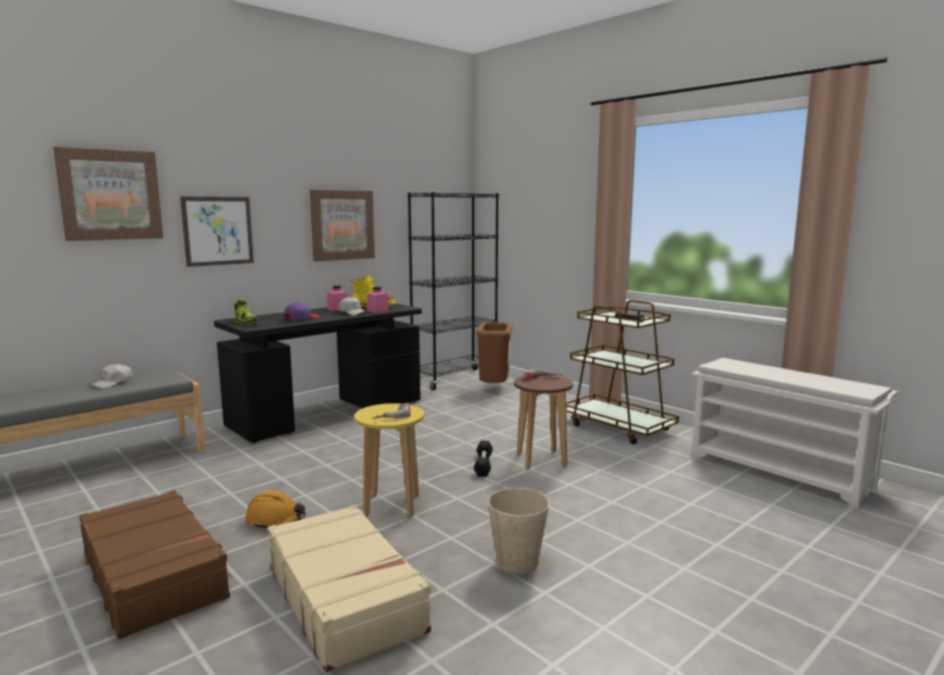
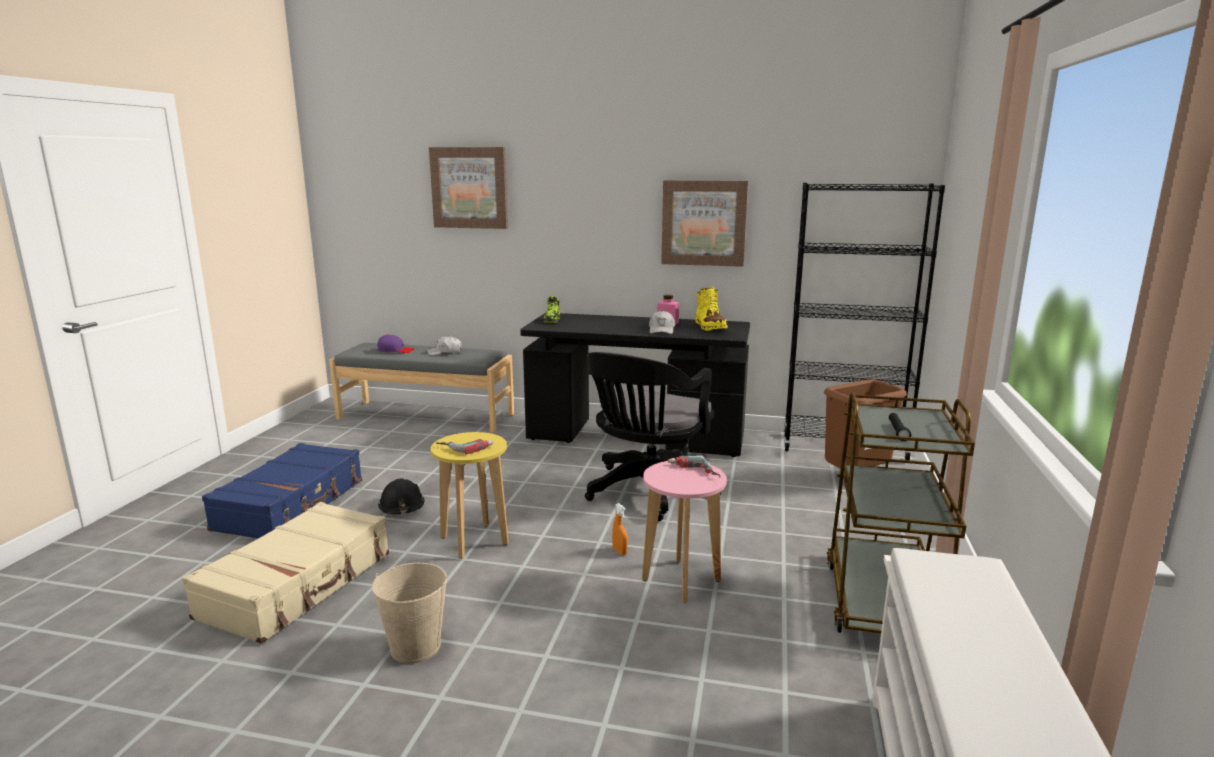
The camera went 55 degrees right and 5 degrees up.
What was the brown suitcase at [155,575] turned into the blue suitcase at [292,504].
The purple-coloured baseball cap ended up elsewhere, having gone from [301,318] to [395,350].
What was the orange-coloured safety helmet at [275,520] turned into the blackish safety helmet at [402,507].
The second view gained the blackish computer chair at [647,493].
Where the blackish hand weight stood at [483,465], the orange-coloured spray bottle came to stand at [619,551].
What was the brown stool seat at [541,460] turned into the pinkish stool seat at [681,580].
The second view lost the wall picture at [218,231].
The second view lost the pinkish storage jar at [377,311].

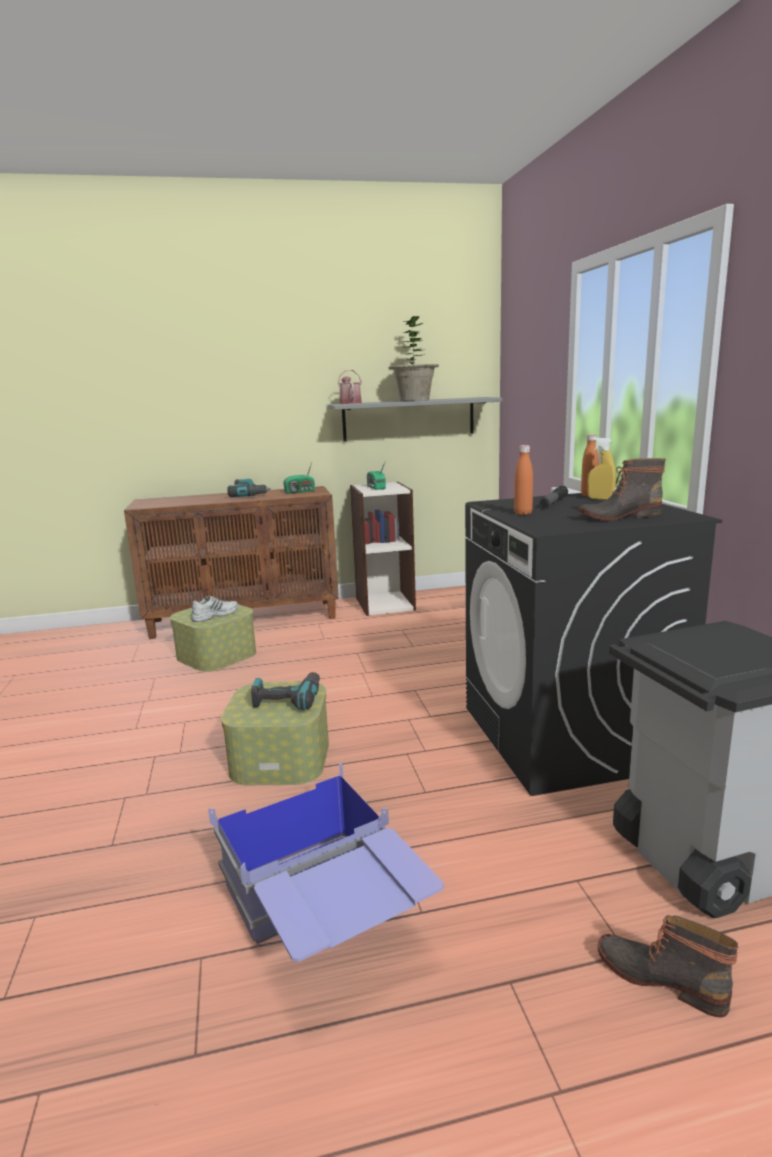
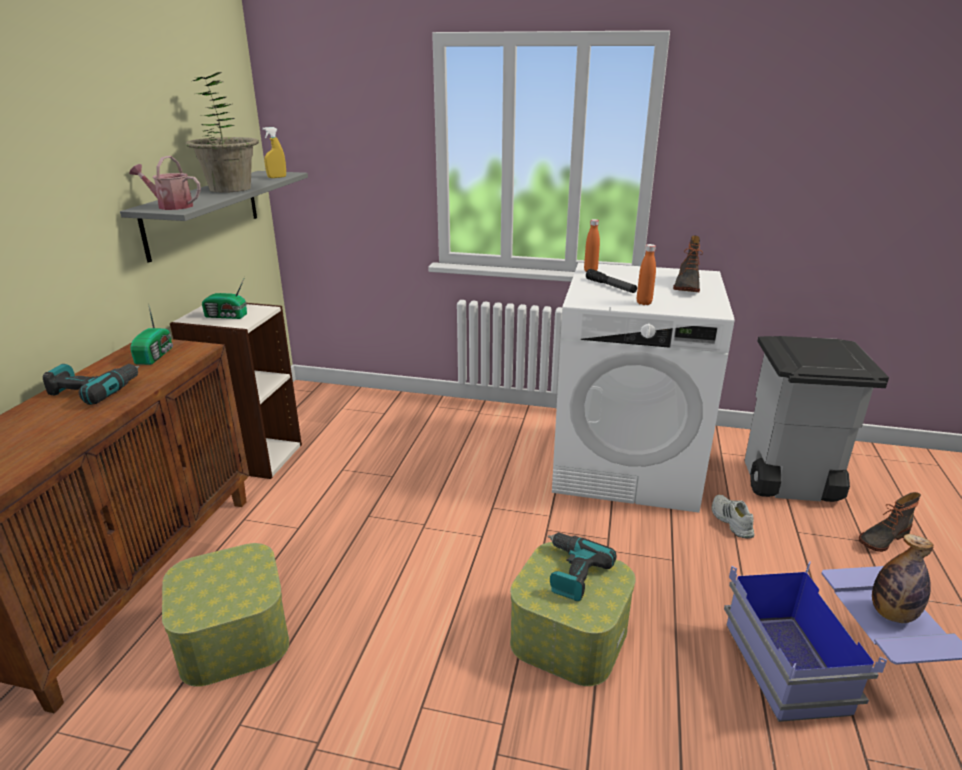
The camera went 65 degrees left and 10 degrees up.
The yellow spray bottle ended up elsewhere, having gone from [600,499] to [277,177].
What was the blackish washing machine at [568,736] turned into the white washing machine at [627,465].
The white shoe ended up elsewhere, having gone from [214,615] to [730,521].
The second view gained the drink bottle at [892,614].

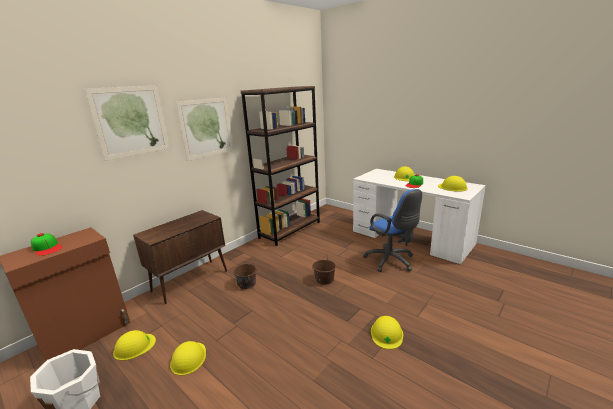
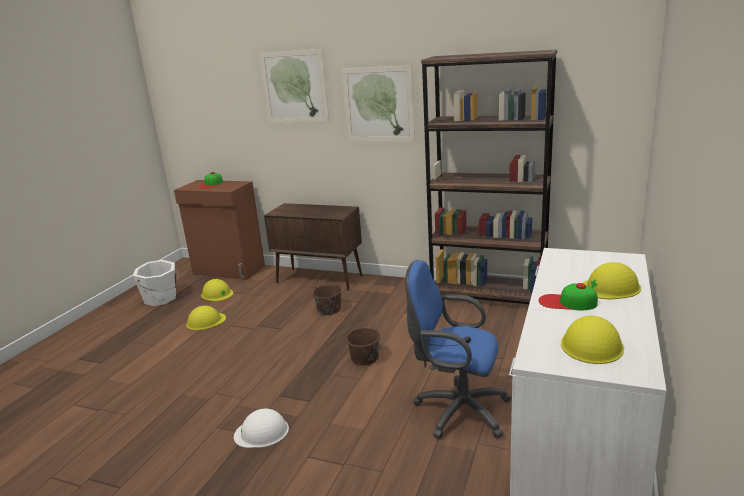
The camera went 70 degrees right and 0 degrees up.
What was the yellow safety helmet at [386,334] turned into the white safety helmet at [262,432].
The blue computer chair at [391,261] ended up facing another way, 75 degrees clockwise from before.

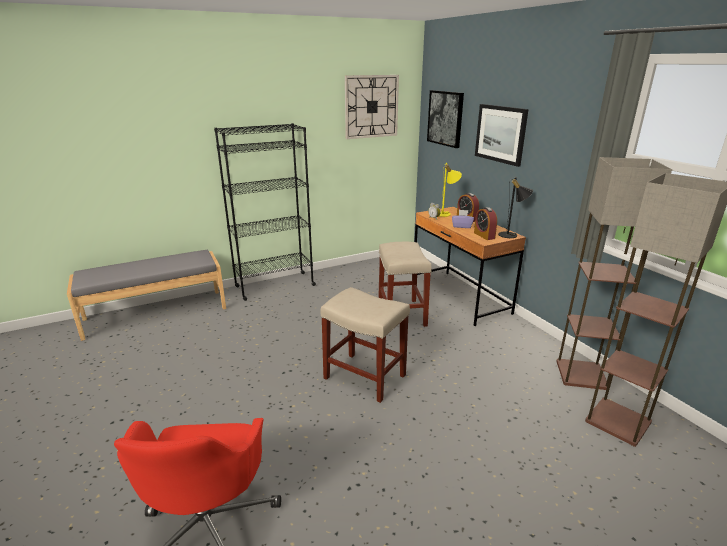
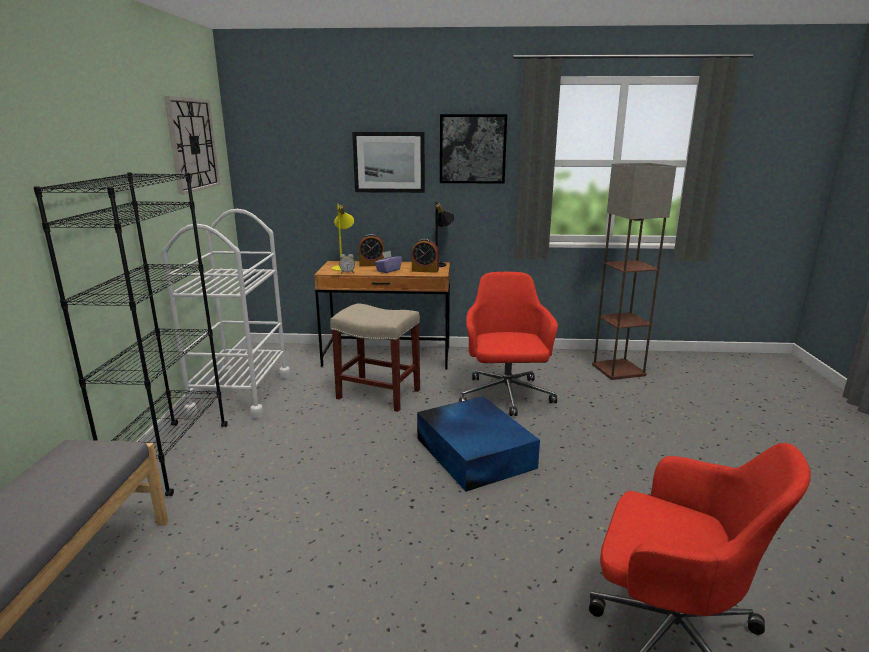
The camera went 60 degrees left and 5 degrees down.
The second view gained the white trolley at [241,394].
Where the beige-coloured stool seat stood at [366,377], the blue storage container came to stand at [474,452].
The wall picture ended up elsewhere, having gone from [445,118] to [472,149].
The second view gained the red computer chair at [506,396].
The second view lost the standing lamp at [582,374].

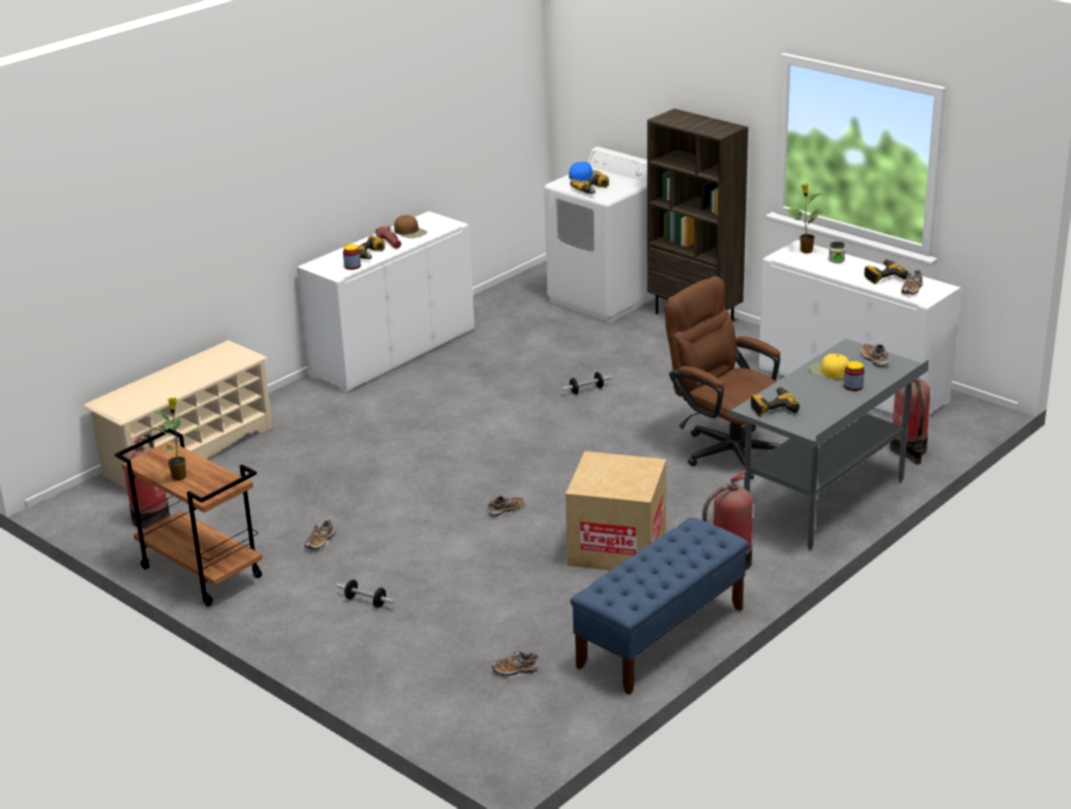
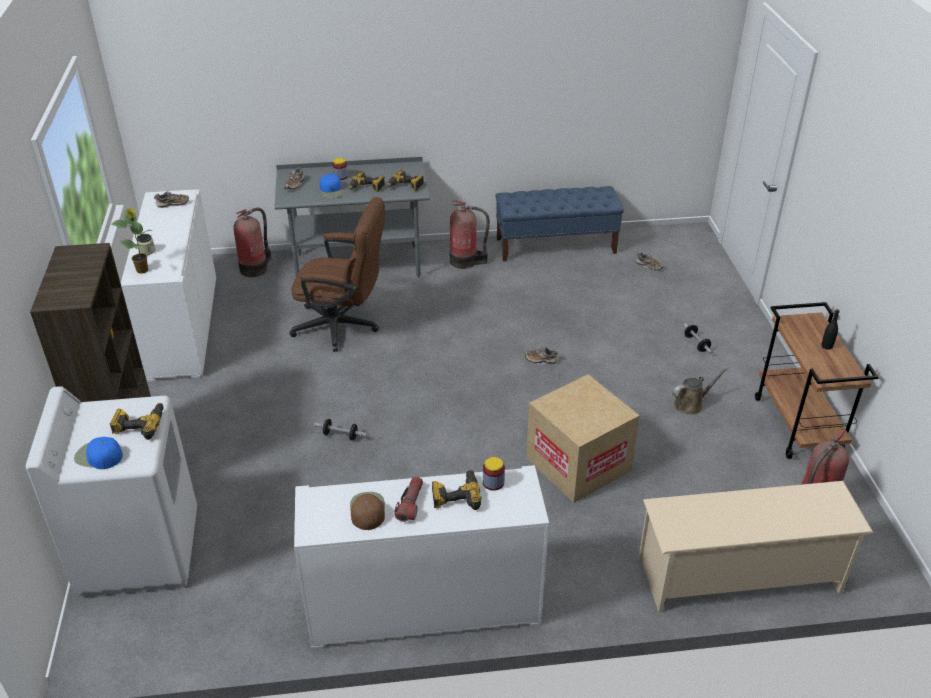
The camera went 140 degrees left and 10 degrees up.
The brown computer chair at [726,448] ended up facing another way, 75 degrees counterclockwise from before.
What was the yellow baseball cap at [829,371] turned into the blue baseball cap at [332,190].
The electric drill ended up elsewhere, having gone from [883,276] to [366,188].
The carton ended up elsewhere, having gone from [617,547] to [578,464].
Where the shoe stood at [320,542], the brown watering can came to stand at [691,404].
Where the plant in a pot stood at [180,476], the blackish drink bottle came to stand at [827,346].

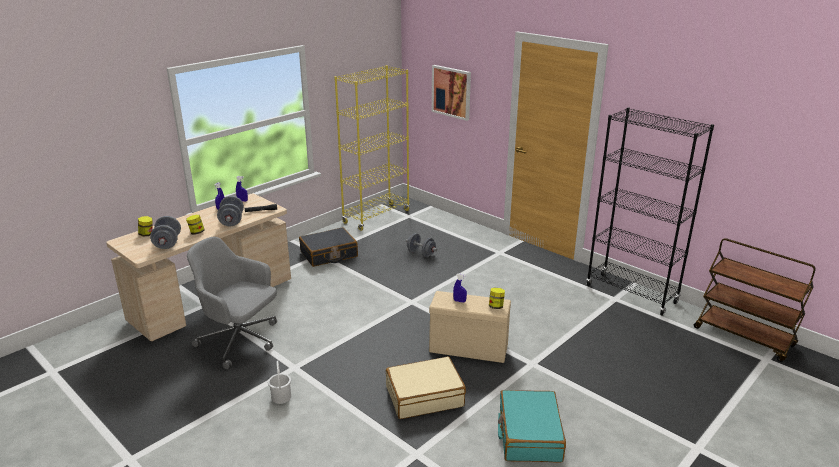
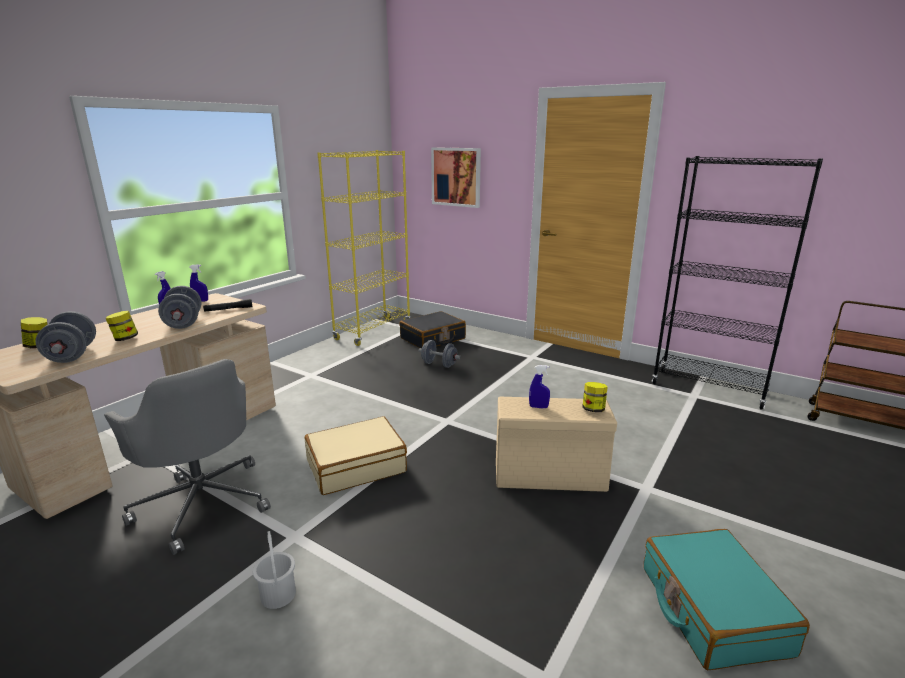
The camera went 10 degrees left and 5 degrees down.
The grey computer chair at [240,341] ended up facing another way, 150 degrees counterclockwise from before.
The beige-coloured suitcase ended up elsewhere, having gone from [424,396] to [356,466].
The blackish suitcase ended up elsewhere, having gone from [329,254] to [433,339].

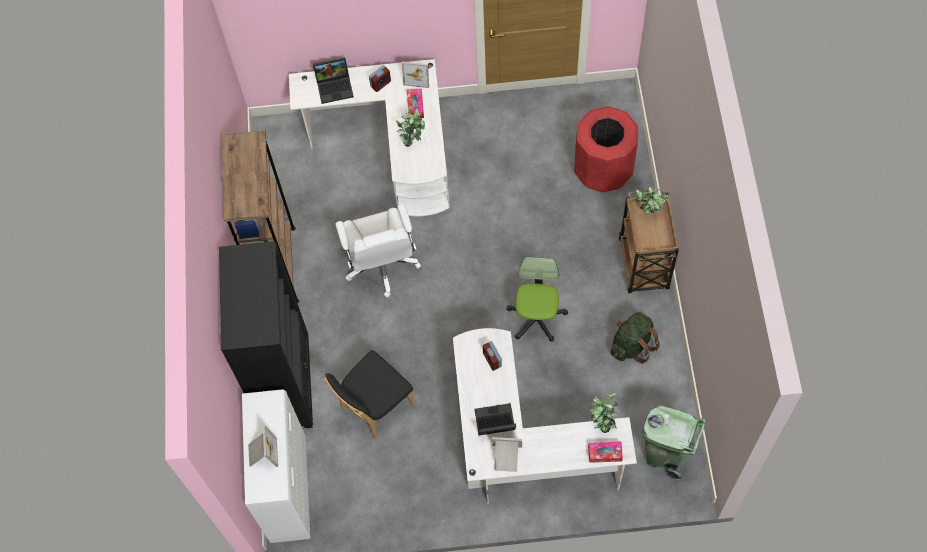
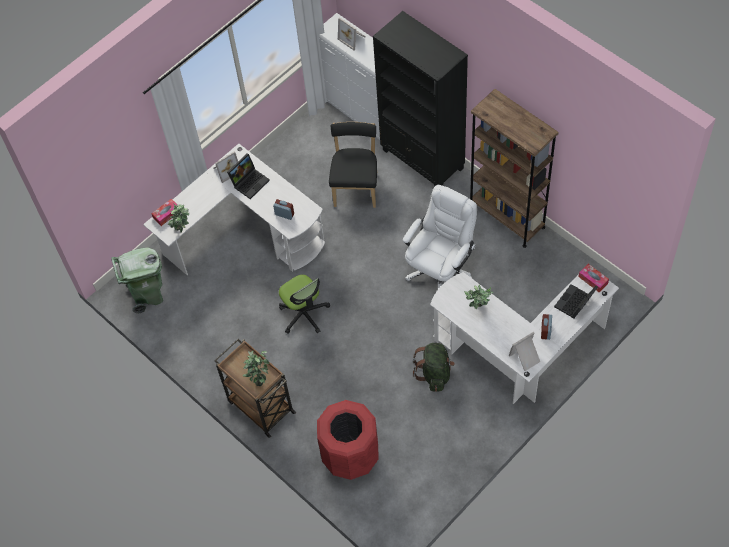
The camera went 140 degrees right and 5 degrees down.
The white computer chair at [382,265] ended up facing another way, 90 degrees clockwise from before.
The greenish backpack ended up elsewhere, having gone from [632,345] to [435,373].
The box of tissues ended up elsewhere, having gone from [415,106] to [593,280].

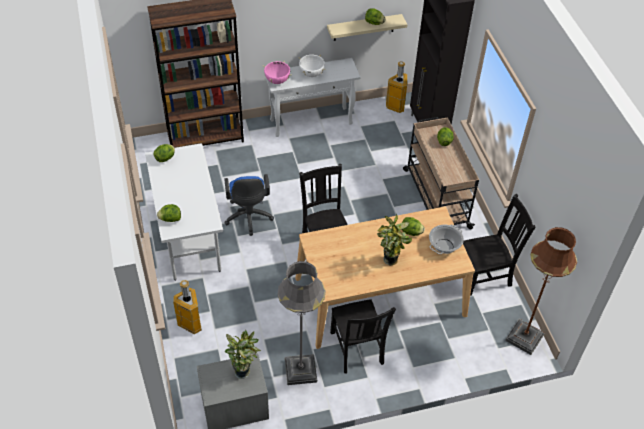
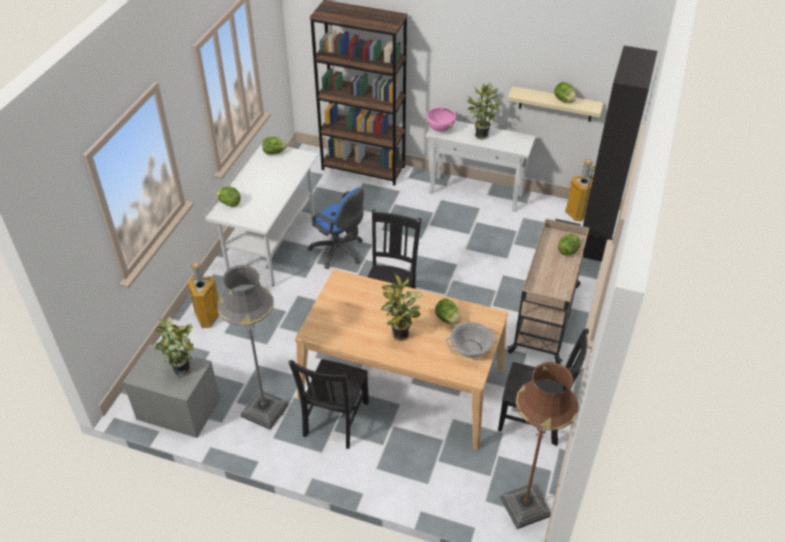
The camera went 35 degrees right and 5 degrees down.
The blue computer chair at [248,218] ended up facing another way, 75 degrees counterclockwise from before.
Where the white cooking pot stood at [311,74], the plant in a pot came to stand at [480,135].

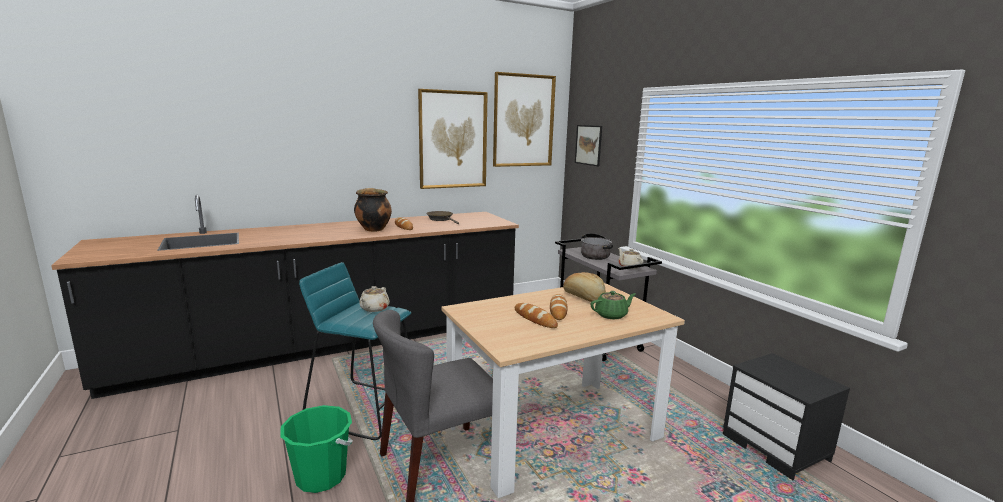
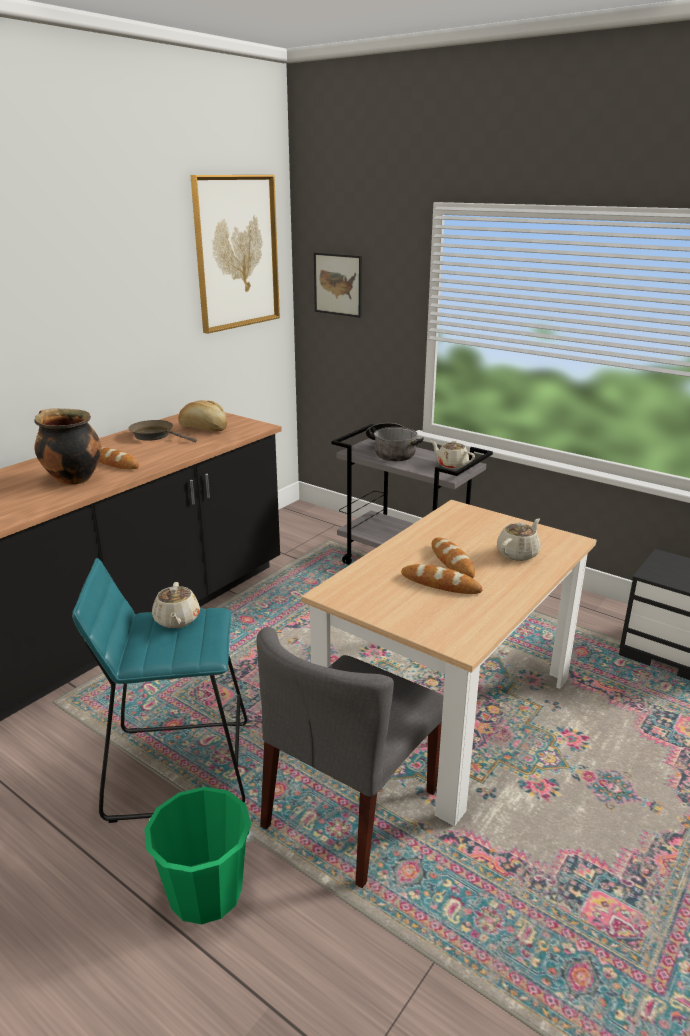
The camera went 25 degrees left and 10 degrees up.
The bread ended up elsewhere, having gone from [584,297] to [204,428].
What was the greenish tea pot at [611,315] turned into the beige-coloured tea pot at [518,553].
The second view lost the wall picture at [453,140].

